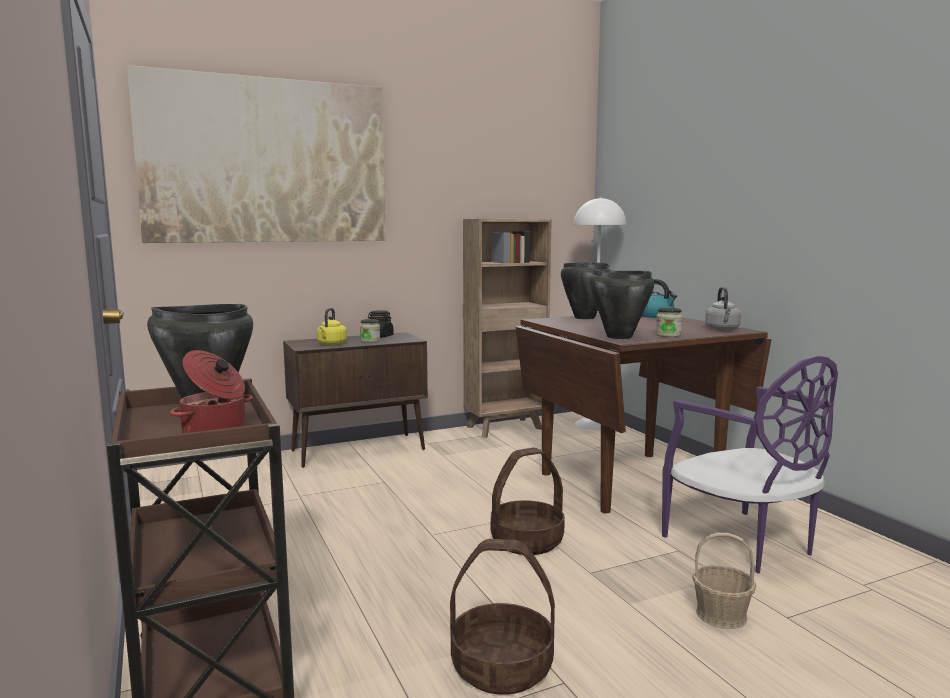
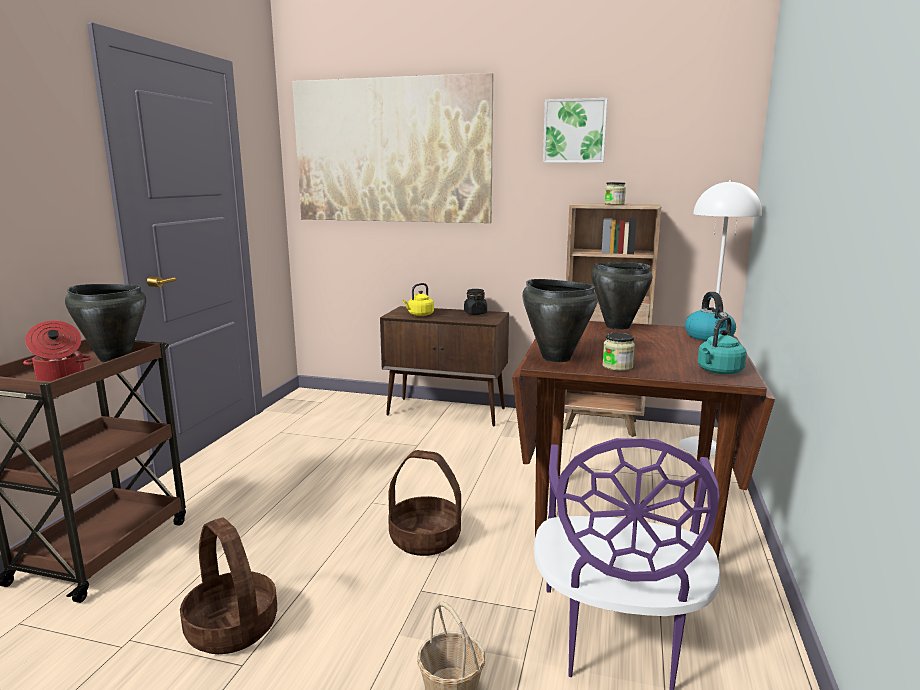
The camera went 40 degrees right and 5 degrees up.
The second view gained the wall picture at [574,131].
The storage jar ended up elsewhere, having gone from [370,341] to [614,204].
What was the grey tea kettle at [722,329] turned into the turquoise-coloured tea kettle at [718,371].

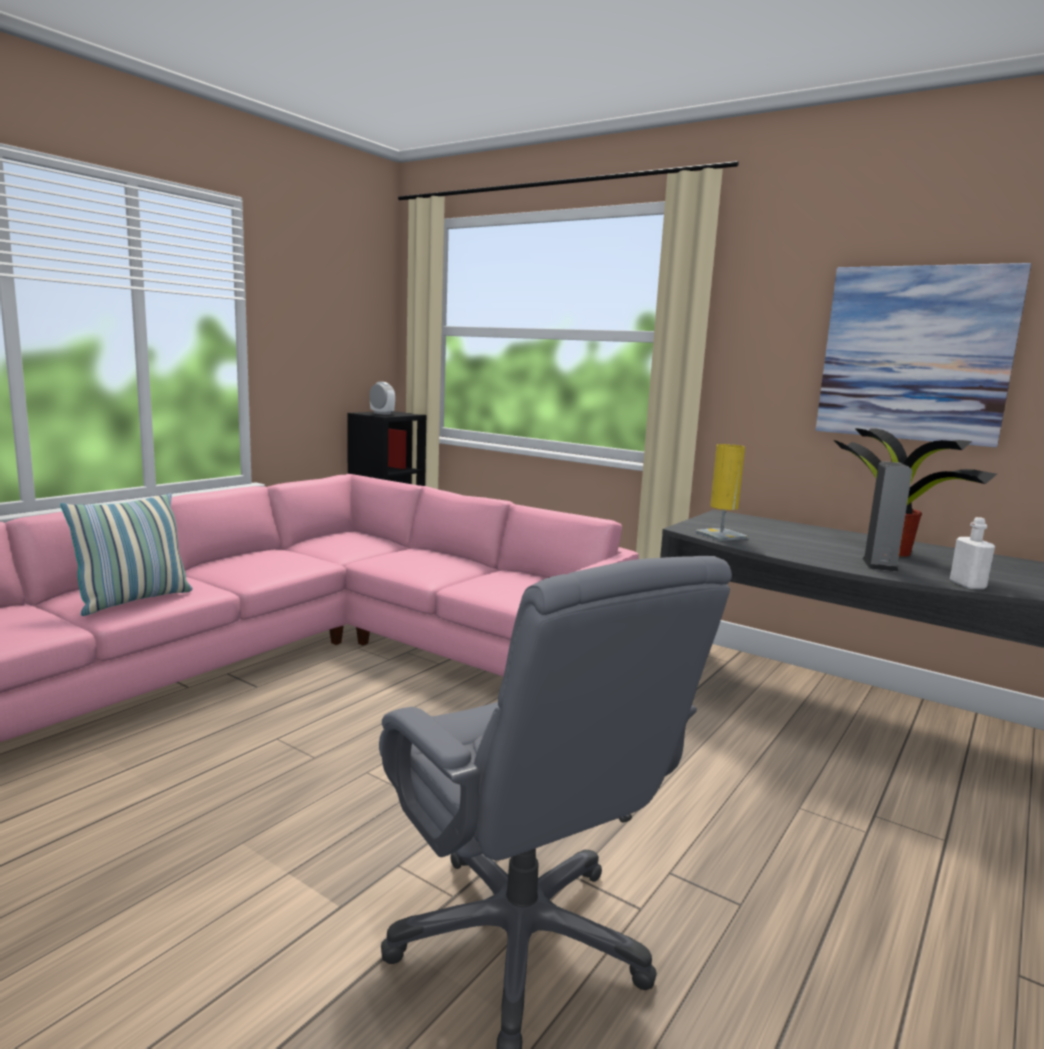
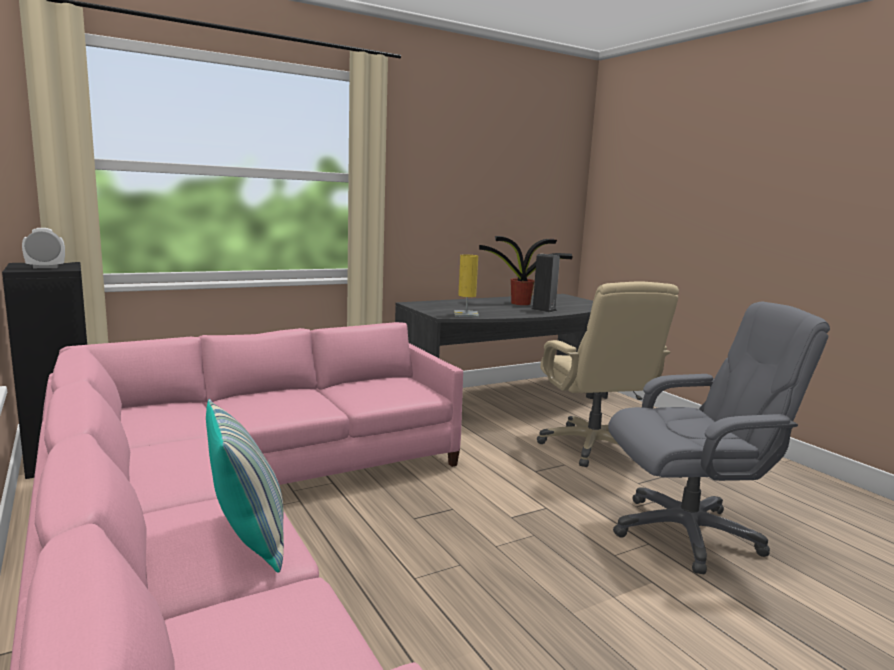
The camera went 65 degrees left and 0 degrees up.
The second view gained the beige-coloured computer chair at [593,447].
The second view lost the wall picture at [915,354].
The second view lost the white drink bottle at [967,585].

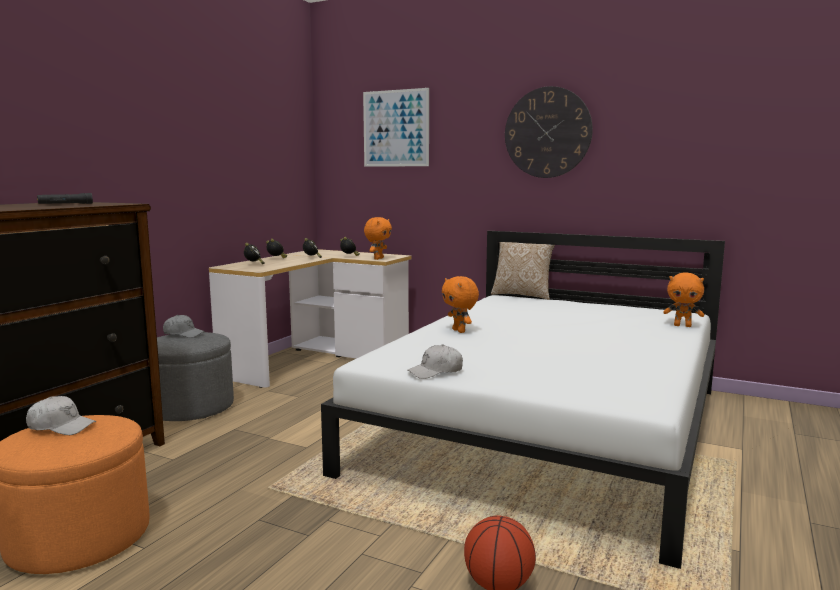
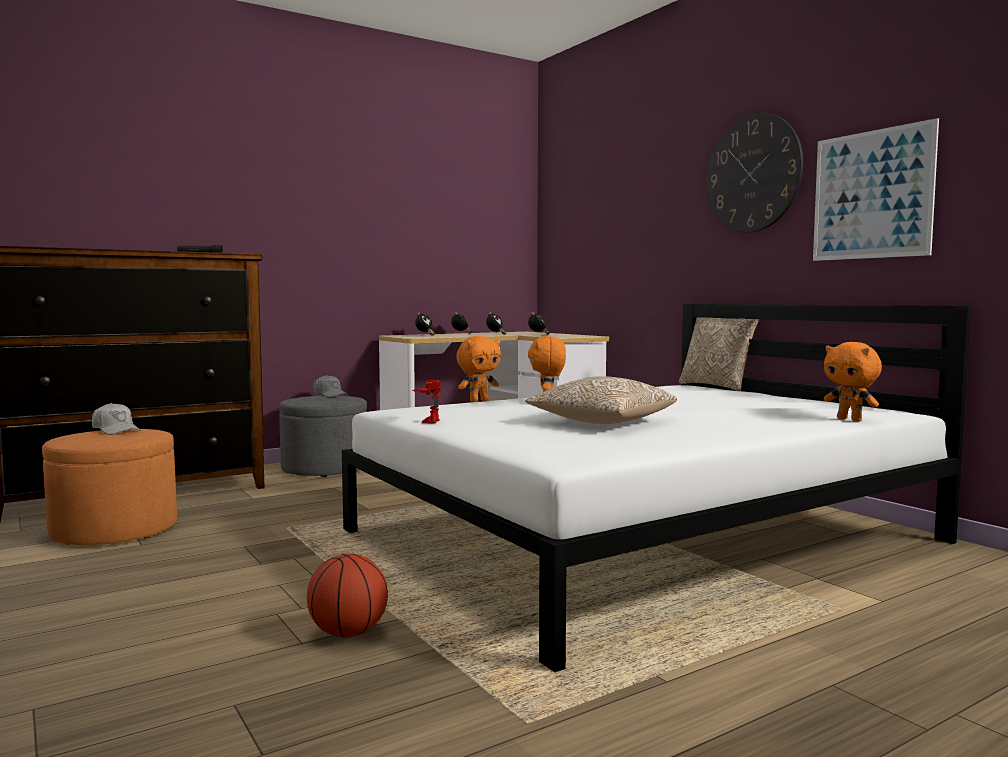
The camera went 30 degrees right and 5 degrees down.
Where the white baseball cap stood at [436,372], the model robot came to stand at [428,421].
The orange-coloured soft toy ended up elsewhere, having gone from [378,258] to [478,401].
The second view gained the throw pillow at [601,423].
The wall picture ended up elsewhere, having gone from [396,128] to [872,195].

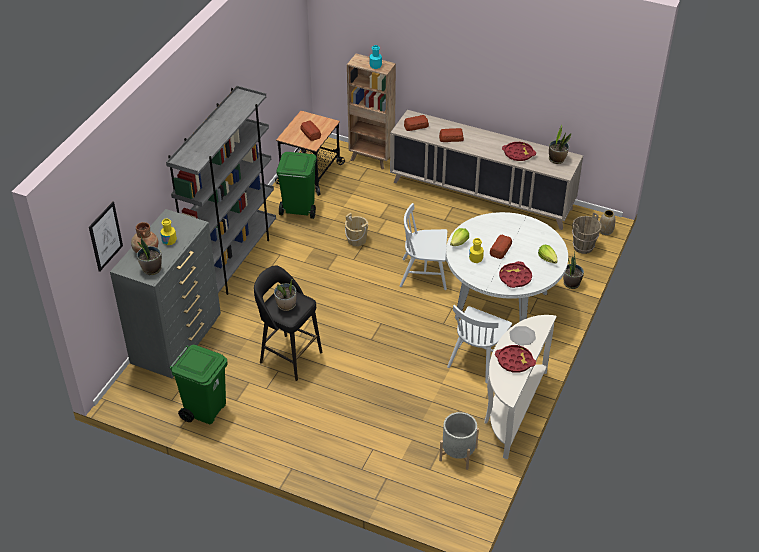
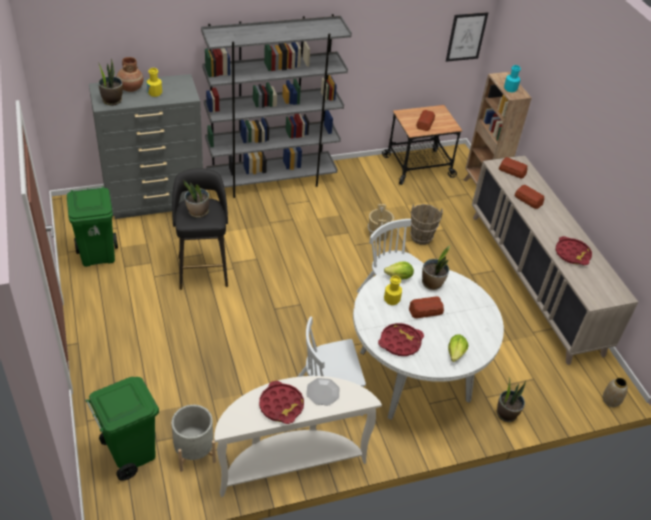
The camera went 45 degrees right and 0 degrees up.
The greenish rubbish bin ended up elsewhere, having gone from [298,210] to [130,453].
The brown bucket ended up elsewhere, having gone from [583,247] to [421,238].
The plant in a pot ended up elsewhere, having gone from [557,159] to [432,283].
The wall picture ended up elsewhere, having gone from [105,236] to [466,37].

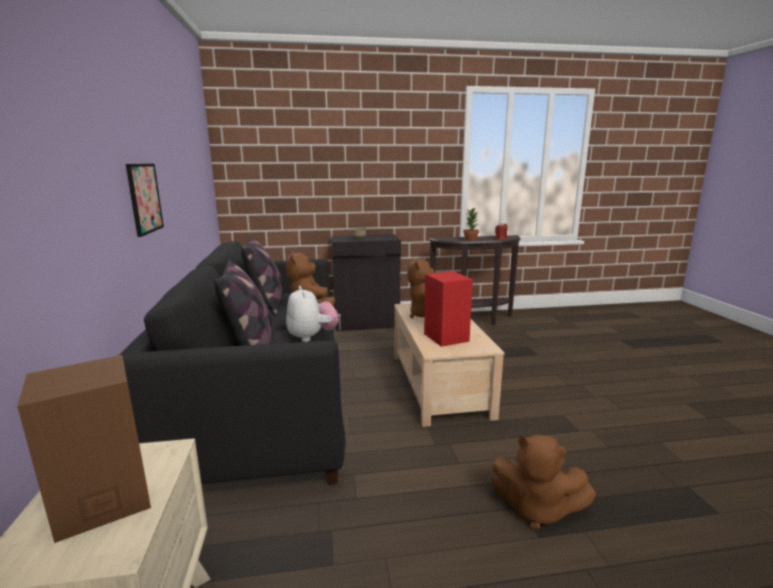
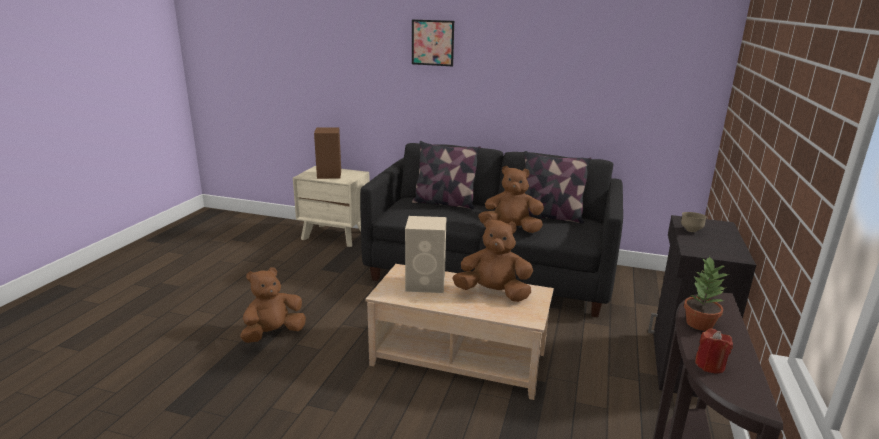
The camera went 115 degrees right and 5 degrees up.
What was the red speaker at [445,337] turned into the beige-coloured speaker at [426,284].
The wall picture ended up elsewhere, having gone from [144,198] to [432,42].
The second view lost the soft toy at [312,337].

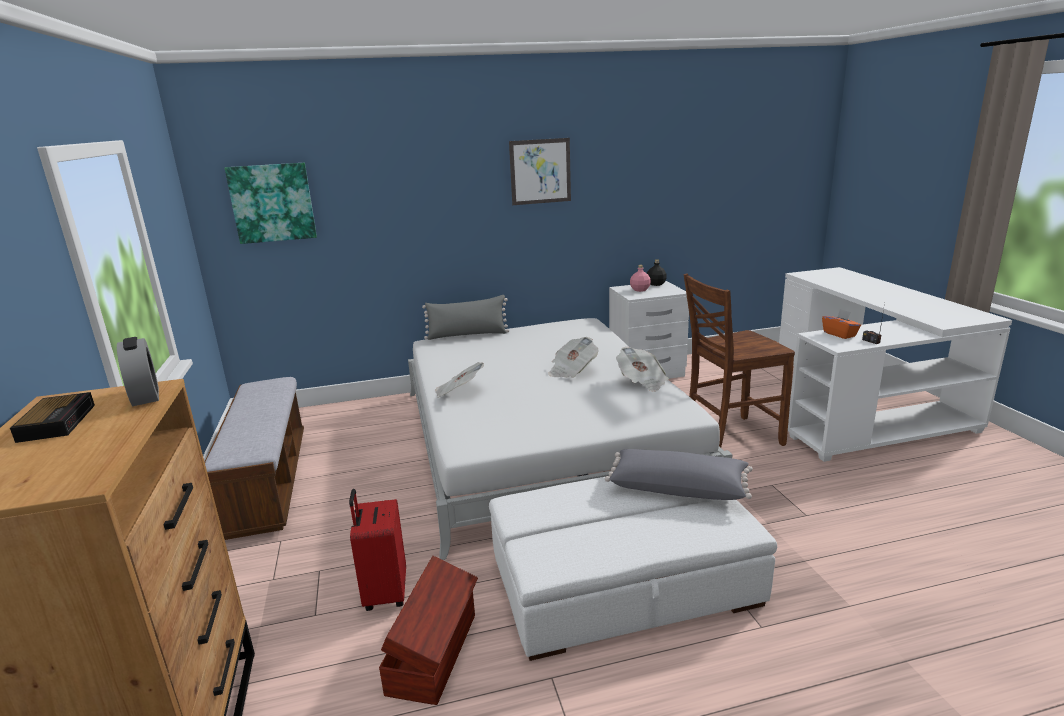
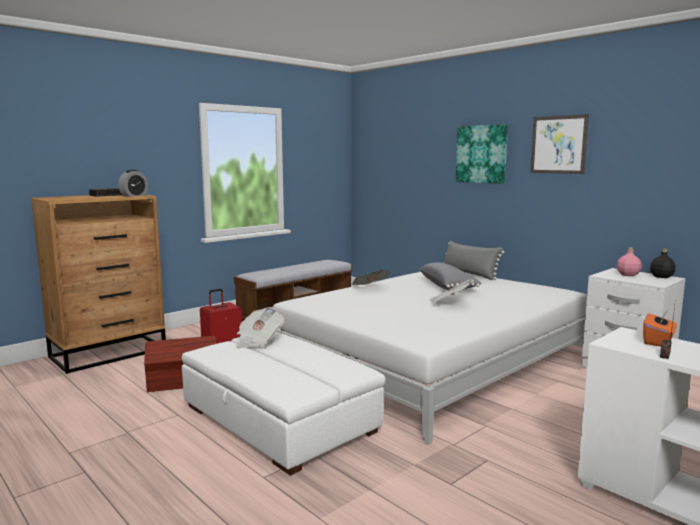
The camera went 60 degrees right and 10 degrees down.
The printed paper ended up elsewhere, having gone from [642,382] to [258,341].
The grey throw pillow ended up elsewhere, having gone from [678,487] to [448,286].
The wall picture ended up elsewhere, having gone from [272,203] to [481,154].
The second view lost the brown chair at [729,437].

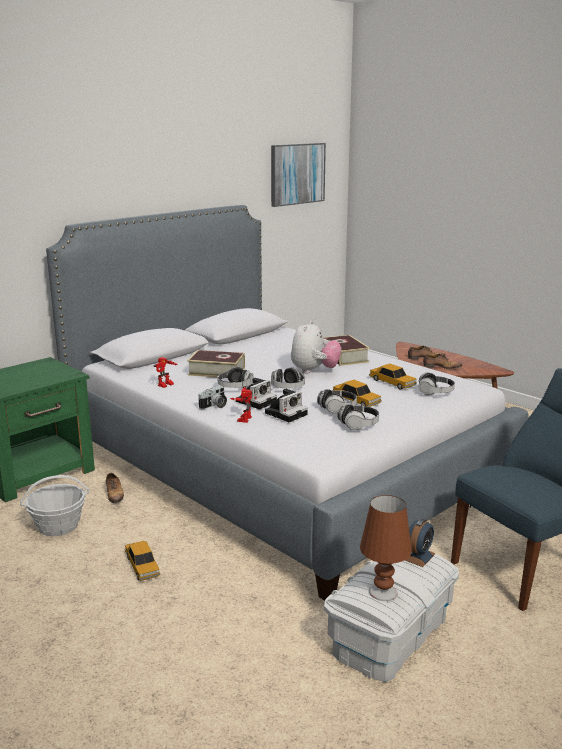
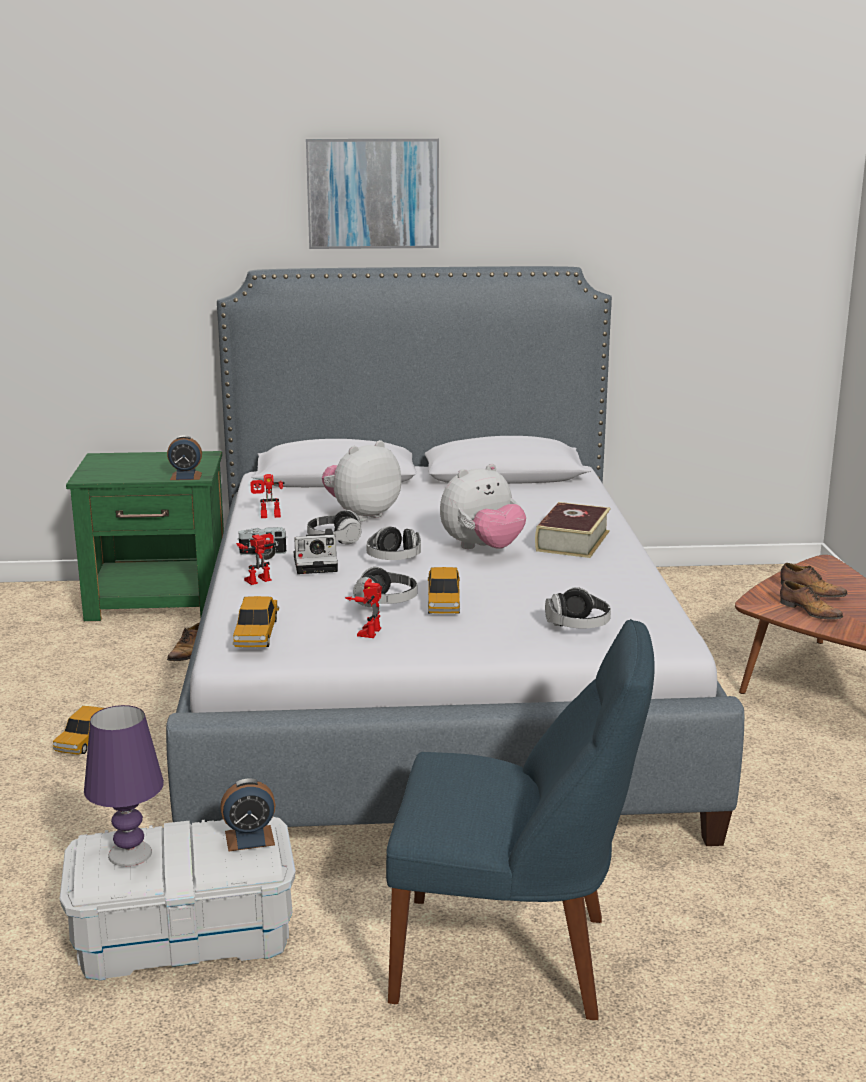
The camera went 40 degrees right and 0 degrees up.
What was the brown table lamp at [382,592] turned into the purple-coloured table lamp at [129,854].
The second view gained the alarm clock at [186,476].
The miniature car ended up elsewhere, having gone from [392,382] to [256,633].
The wall picture ended up elsewhere, having gone from [297,174] to [373,193].
Where the volume stood at [216,371], the soft toy came to stand at [361,515].
Where the pair of headphones stood at [358,425], the model robot came to stand at [366,631].
The second view lost the basket at [58,526].
The second view lost the photo camera at [286,413].

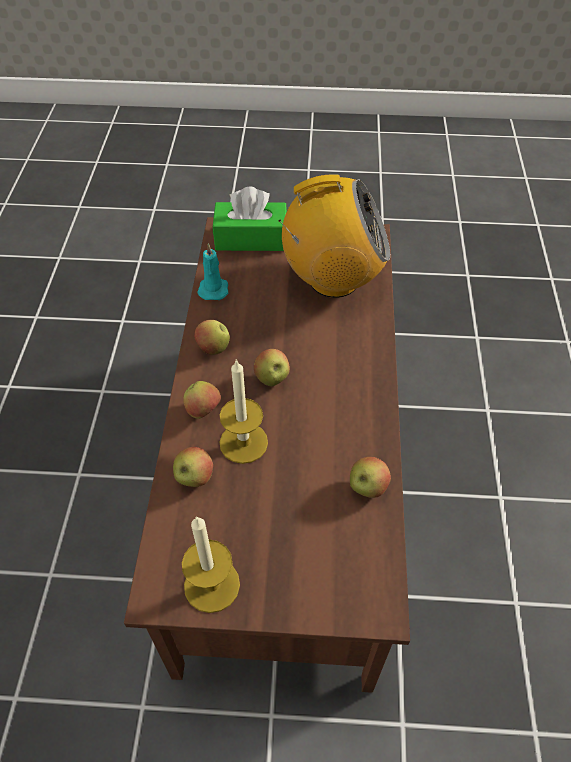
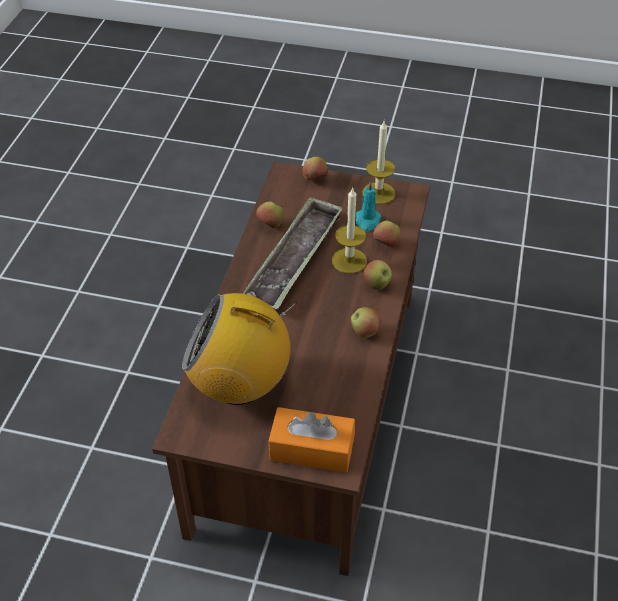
The camera went 170 degrees left and 5 degrees down.
The second view gained the carrying tray at [295,259].
What was the greenish box of tissues at [251,238] turned into the orange-coloured box of tissues at [312,449].
The apple ended up elsewhere, having gone from [272,379] to [315,179].
The turquoise-coloured wax light ended up elsewhere, having gone from [213,288] to [367,221].

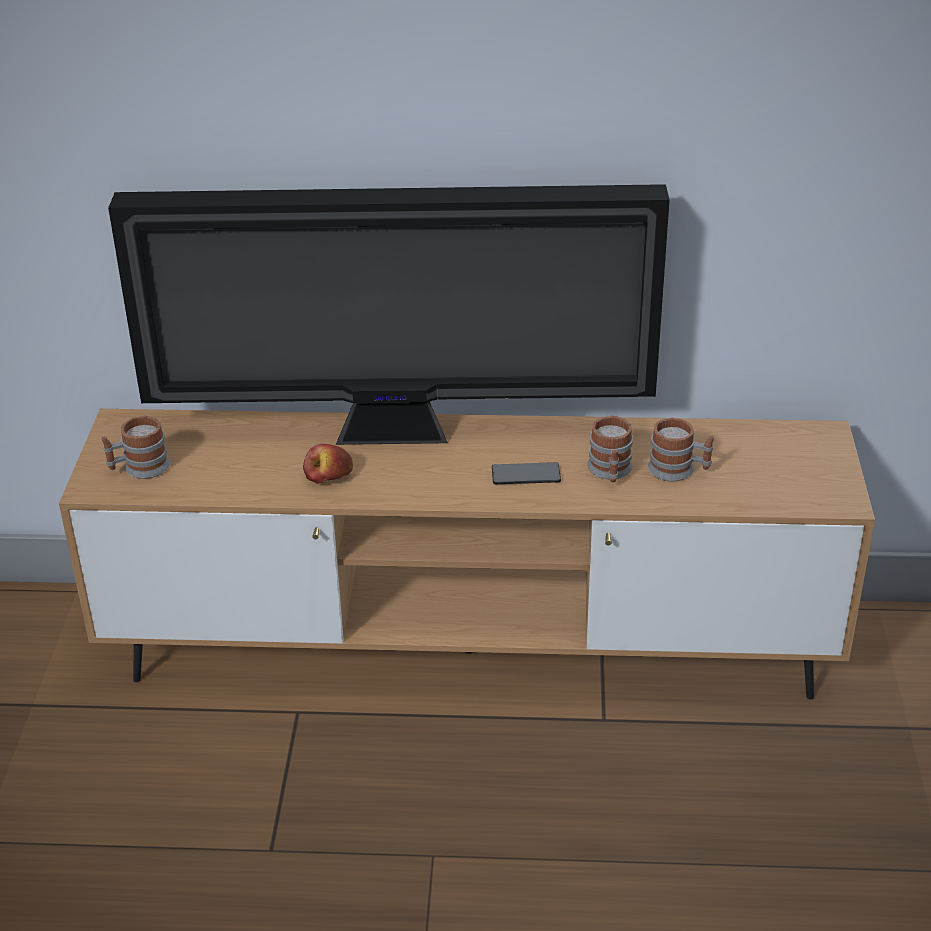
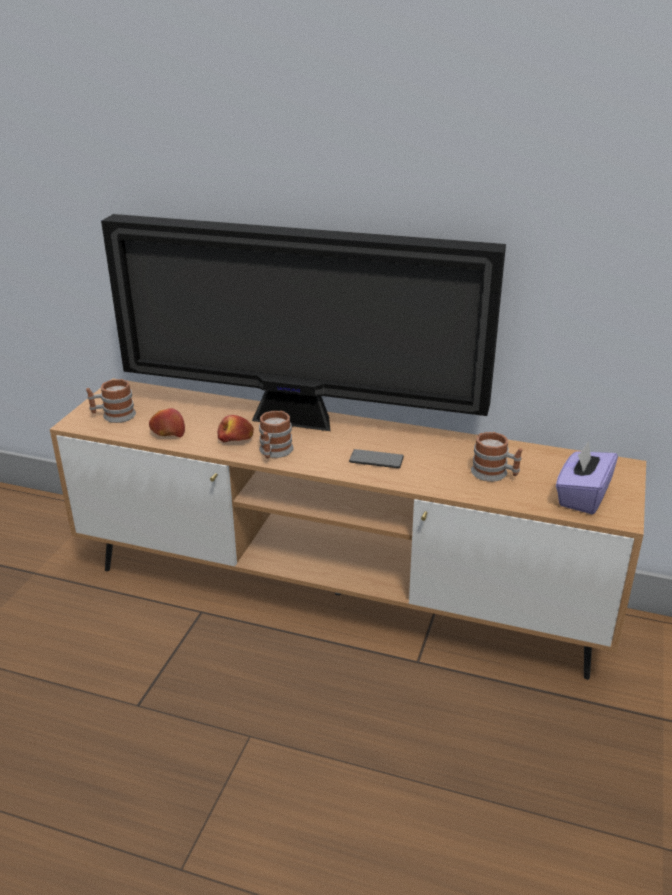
The camera went 15 degrees right and 5 degrees down.
The second view gained the apple at [167,432].
The coffee mug ended up elsewhere, having gone from [610,471] to [274,452].
The second view gained the purple-coloured box of tissues at [582,496].

